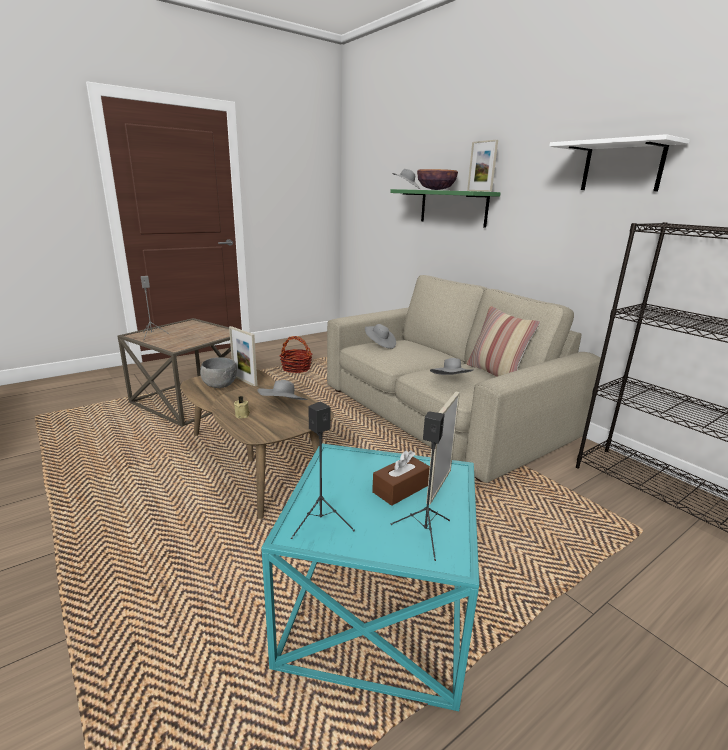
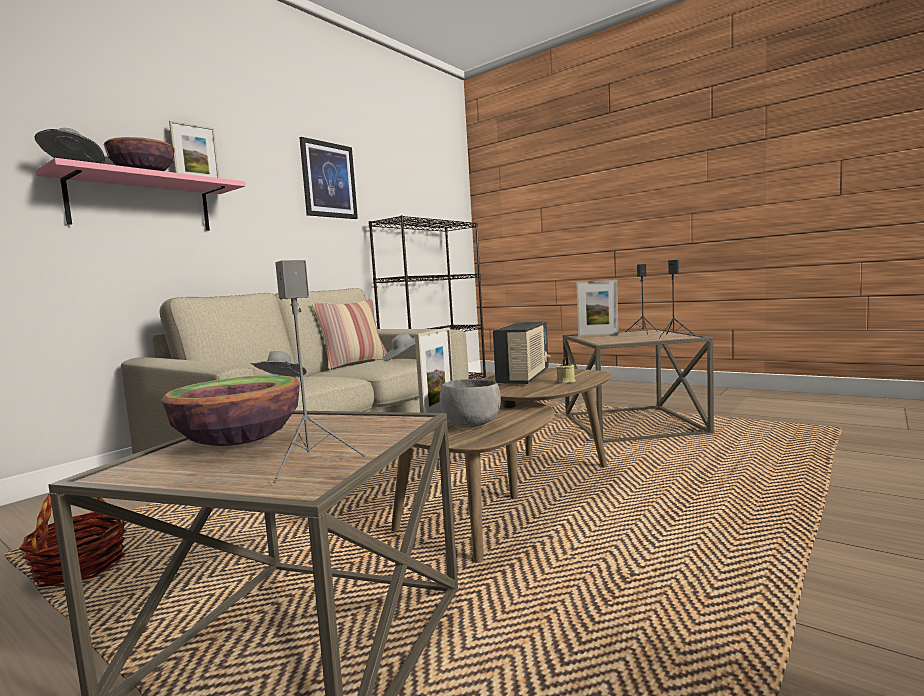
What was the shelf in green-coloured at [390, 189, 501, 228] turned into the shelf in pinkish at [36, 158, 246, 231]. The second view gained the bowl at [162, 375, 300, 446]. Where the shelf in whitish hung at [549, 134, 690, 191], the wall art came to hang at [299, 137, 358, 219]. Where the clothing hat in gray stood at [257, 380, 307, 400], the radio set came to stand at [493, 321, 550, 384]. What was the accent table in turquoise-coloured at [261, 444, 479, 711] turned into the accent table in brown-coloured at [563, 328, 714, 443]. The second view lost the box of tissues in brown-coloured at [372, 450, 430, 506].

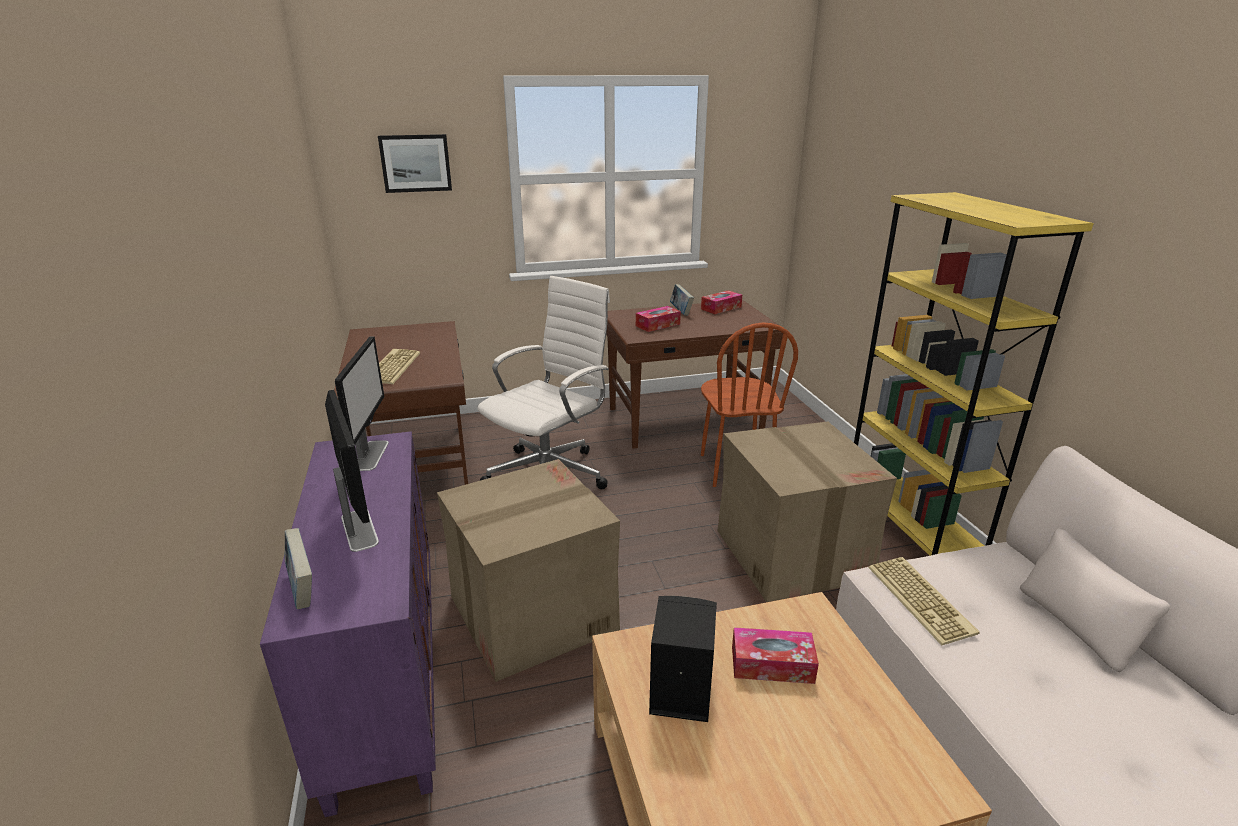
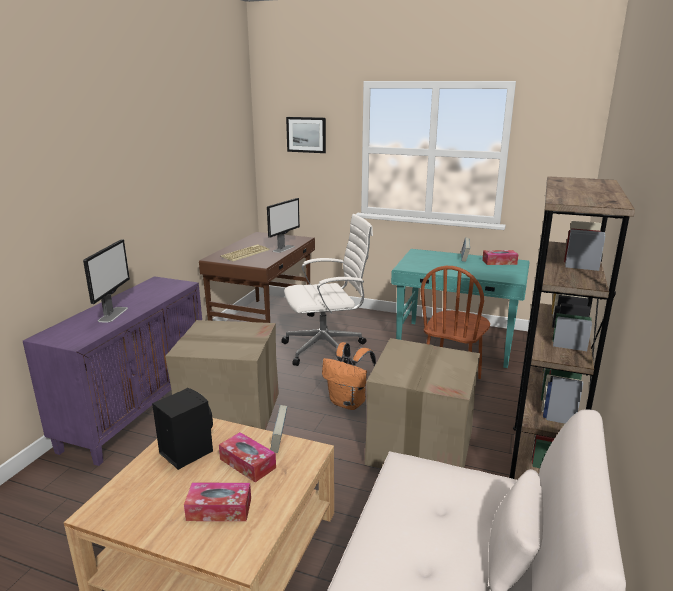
The box of tissues ended up elsewhere, having gone from [636, 306, 681, 332] to [184, 483, 251, 521]. The computer display ended up elsewhere, having gone from [335, 336, 389, 471] to [267, 198, 300, 253]. The volume ended up elsewhere, having gone from [285, 528, 312, 609] to [271, 405, 287, 453]. The second view gained the backpack in orangey at [322, 342, 376, 410]. What was the desk unit in brown-coloured at [606, 300, 783, 449] turned into the desk unit in turquoise-coloured at [391, 249, 530, 368]. What was the shelving unit in yellow at [854, 192, 1094, 556] turned into the shelving unit in brown-coloured at [509, 176, 635, 480]. The second view lost the keyboard at [869, 557, 980, 646].

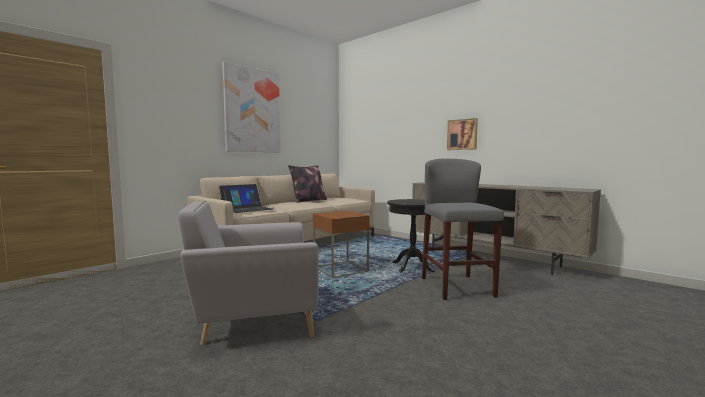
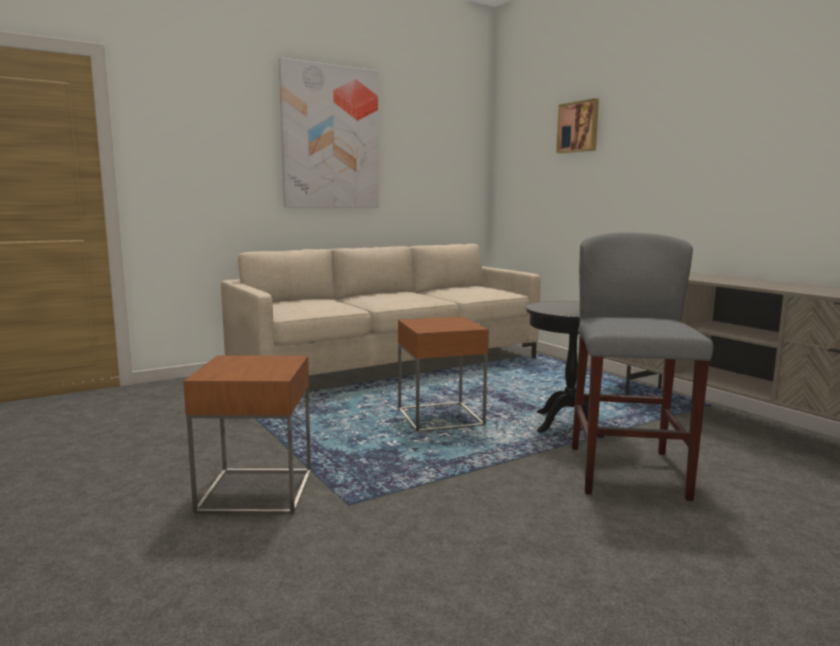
Where the armchair in gray stood at [178, 201, 319, 345], the accent table in brown-coloured came to stand at [183, 355, 311, 514]. The wall art ended up elsewhere, having gone from [447, 118, 478, 150] to [556, 98, 599, 154]. The second view lost the notebook computer at [219, 184, 272, 213]. The second view lost the pillow at [288, 165, 327, 203].

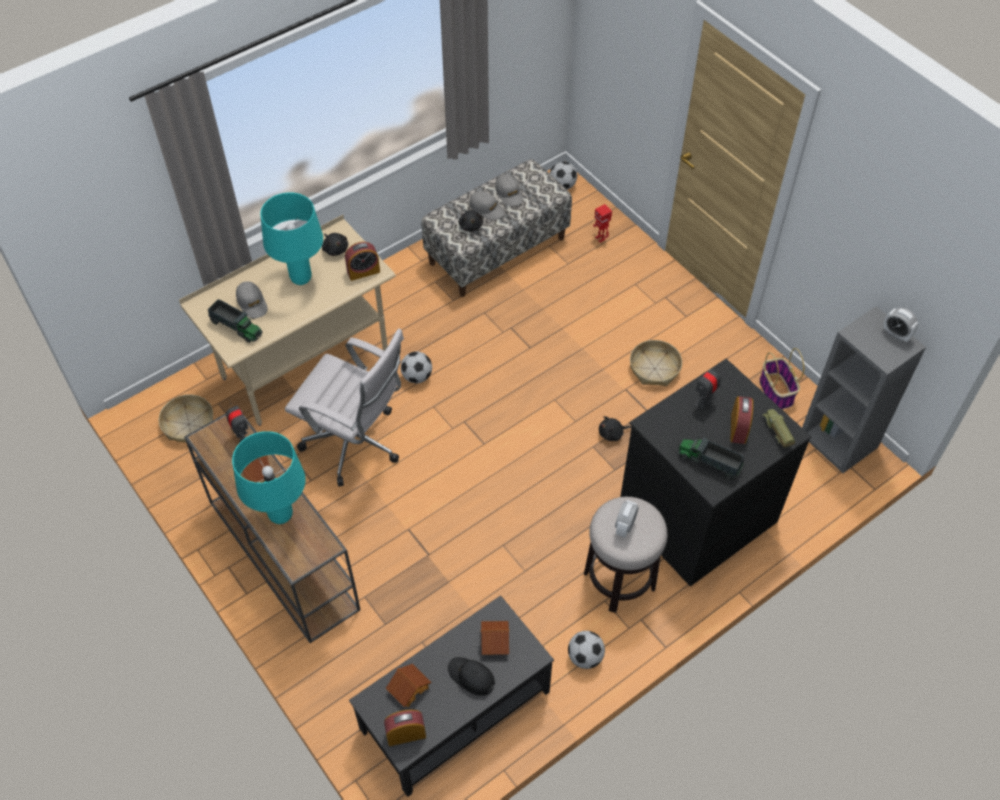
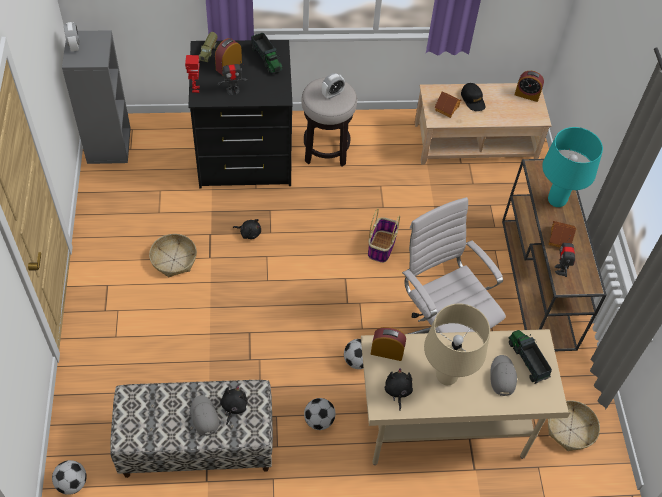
The model robot ended up elsewhere, having gone from [593, 204, 612, 243] to [185, 55, 200, 93]. The football ball ended up elsewhere, having gone from [568, 631, 605, 669] to [304, 398, 335, 430]. The household basket ended up elsewhere, having gone from [759, 348, 804, 410] to [368, 208, 400, 263]. What was the low table in blackish at [349, 595, 554, 797] turned into the low table in sand-coloured at [415, 83, 552, 165]. What was the table lamp in turquoise-coloured at [260, 192, 323, 285] turned into the table lamp in sand-coloured at [424, 304, 490, 385]. The second view lost the toy house at [386, 664, 431, 707]. The second view lost the cap in gray at [495, 174, 523, 206].

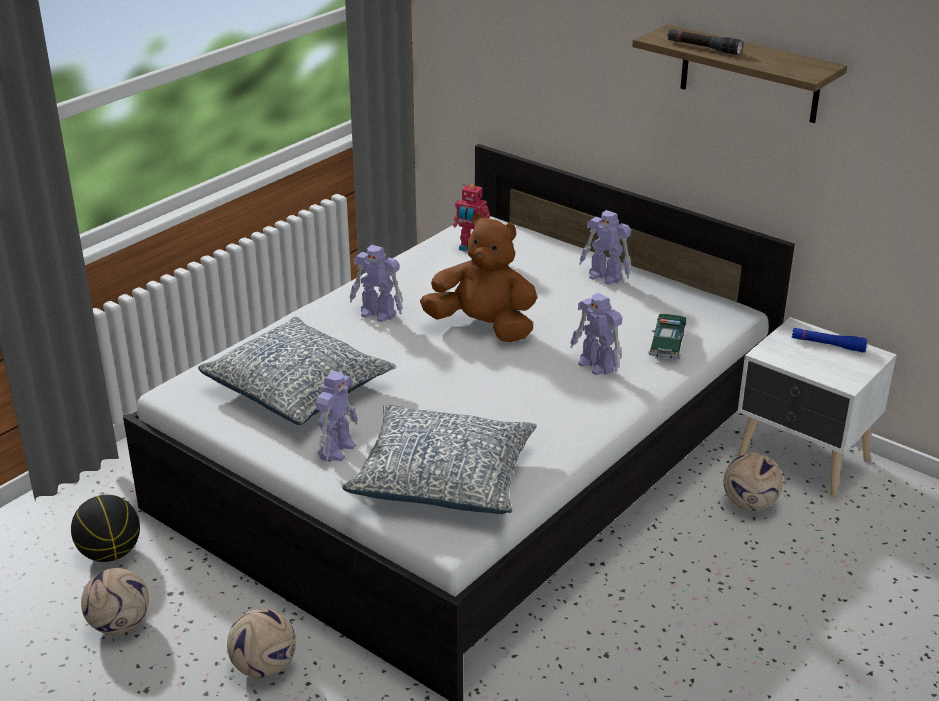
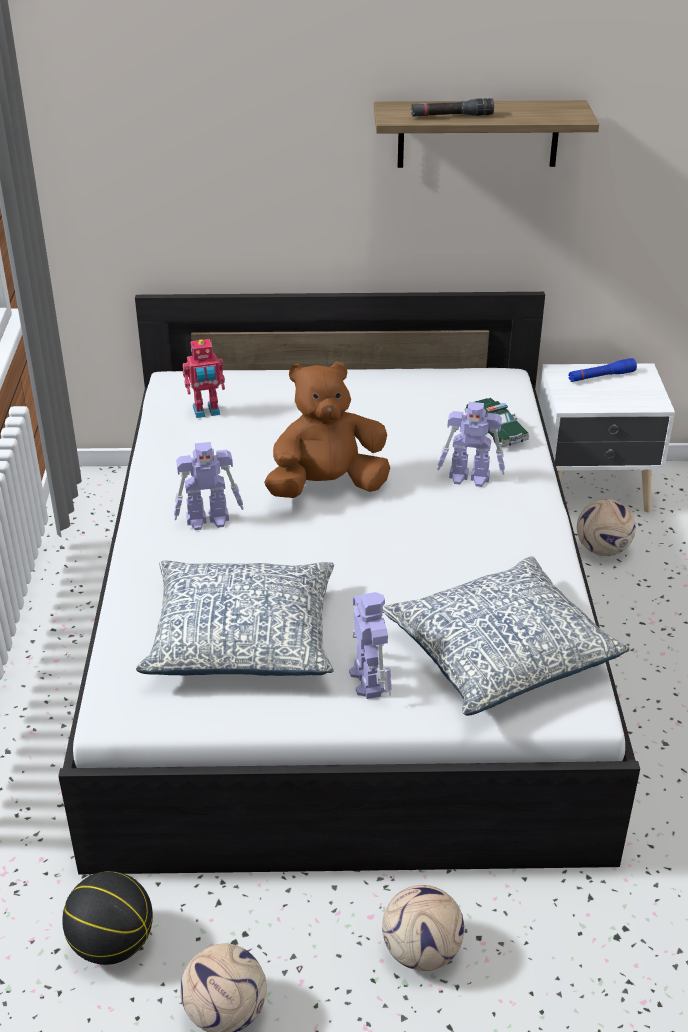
The second view lost the model robot at [579, 210, 631, 285].

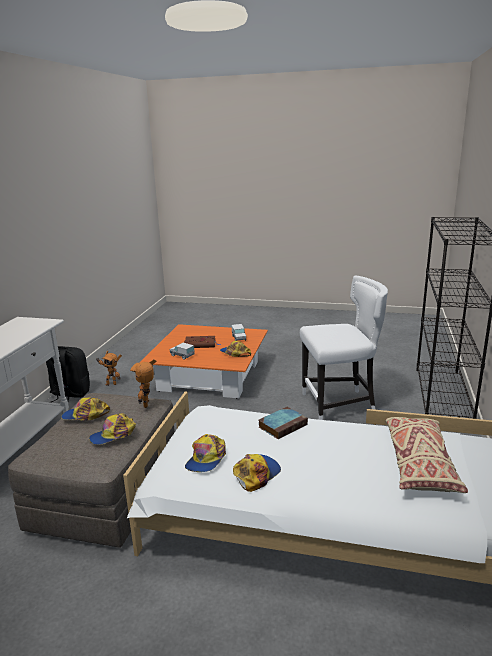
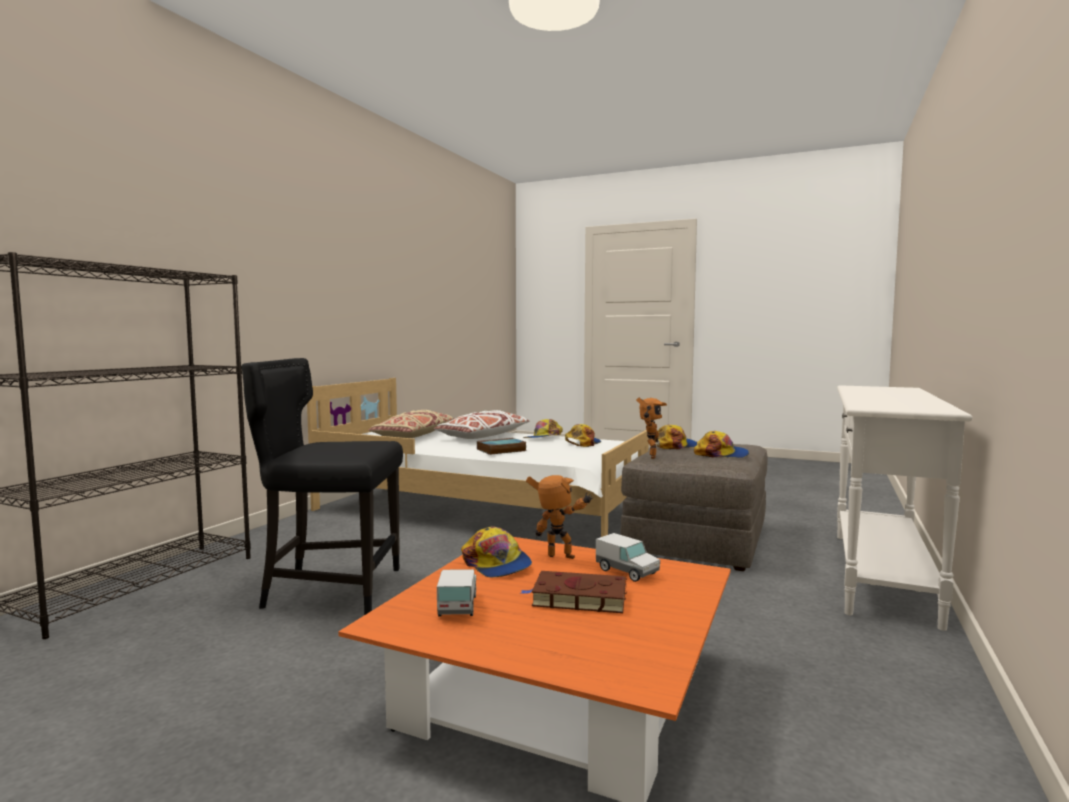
What was the upright chair in whitish at [300, 275, 388, 420] turned into the upright chair in blackish at [242, 358, 403, 615]. The second view gained the pillow in whitish at [434, 410, 530, 439]. The model robot ended up elsewhere, having gone from [97, 350, 122, 386] to [526, 475, 593, 559]. The second view lost the backpack in blackish at [46, 346, 90, 403].

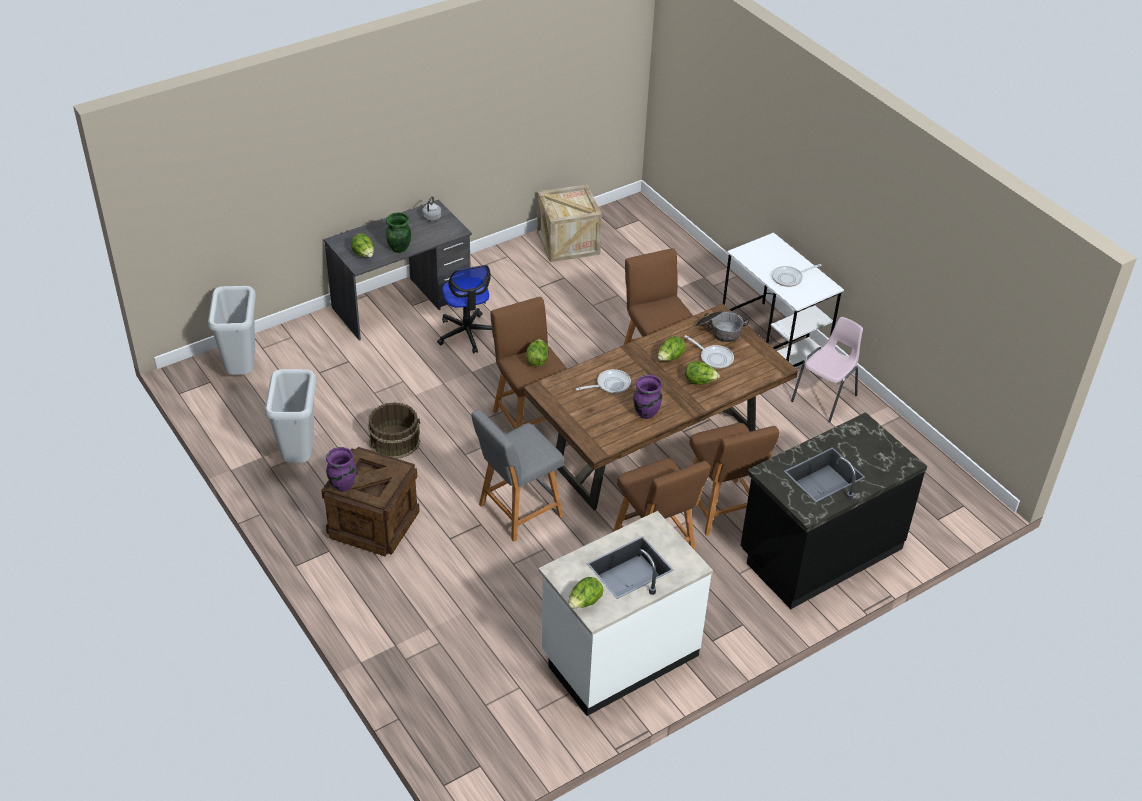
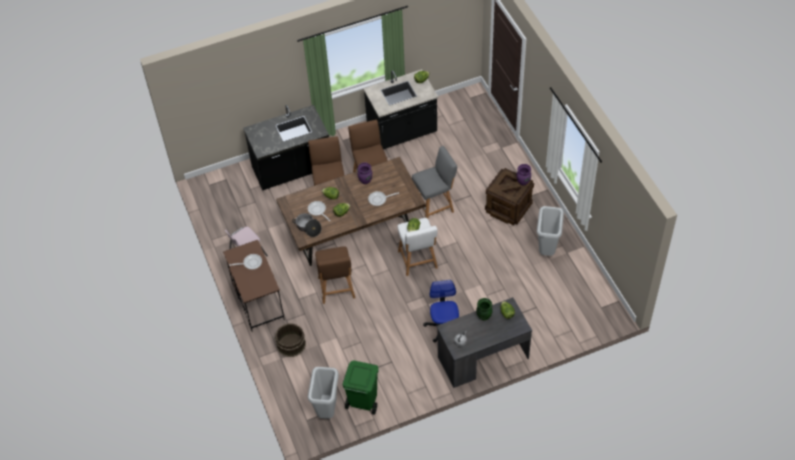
What was the desk unit in whitish at [723, 232, 844, 368] turned into the desk unit in brown-coloured at [223, 240, 285, 332]. The water bucket in brown-coloured ended up elsewhere, having gone from [368, 402, 420, 459] to [274, 323, 306, 357]. The waste bin in gray ended up elsewhere, having gone from [208, 286, 256, 375] to [308, 367, 339, 419]. Where the packing crate stood at [537, 185, 602, 262], the waste bin in green-coloured came to stand at [343, 360, 379, 415]. What was the kitchen base unit in whitish at [538, 511, 713, 716] turned into the kitchen base unit in blackish at [363, 69, 438, 149]. What was the stool seat in brown-coloured at [490, 297, 567, 429] turned into the stool seat in whitish at [397, 218, 438, 276].

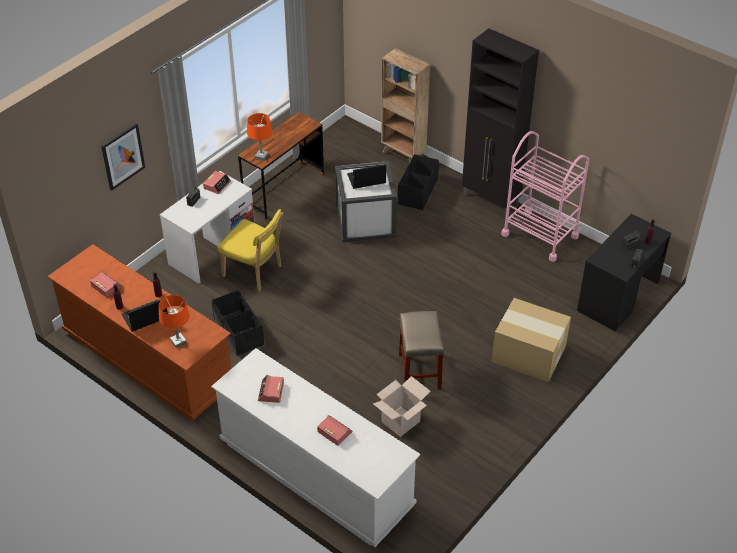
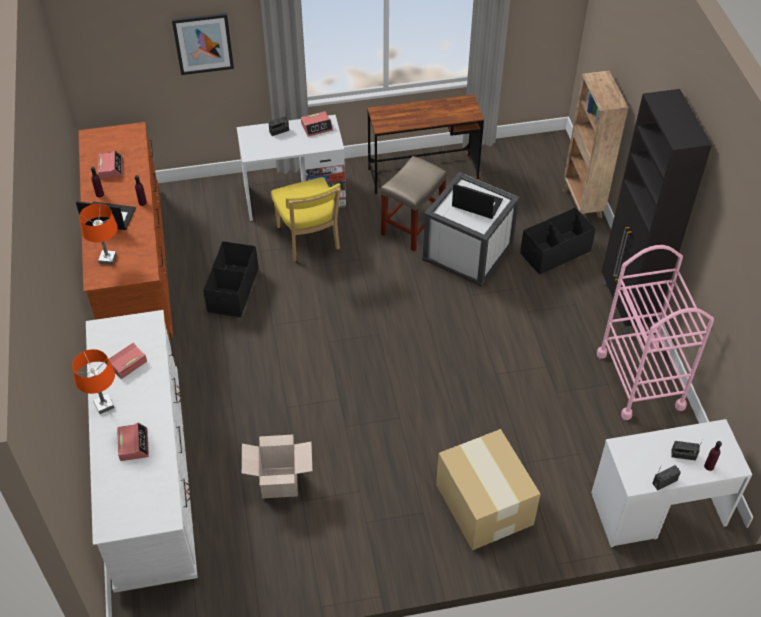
The table lamp in orangey ended up elsewhere, having gone from [247, 113, 273, 161] to [72, 349, 115, 414]. The stool seat in sand-coloured ended up elsewhere, having gone from [399, 311, 444, 389] to [381, 156, 447, 251]. What was the desk unit in blackish at [577, 214, 671, 332] turned into the desk unit in whitish at [591, 419, 752, 547].

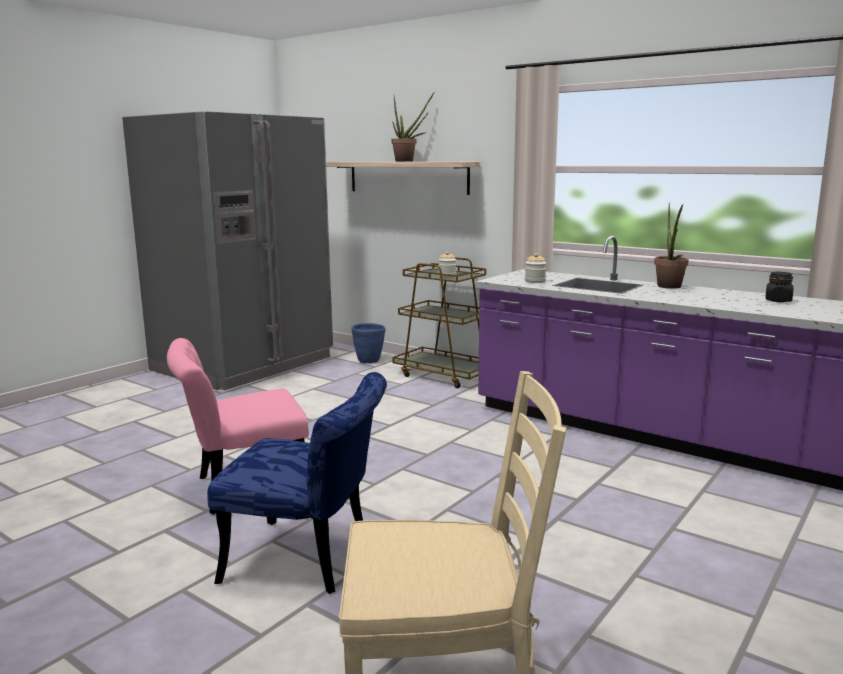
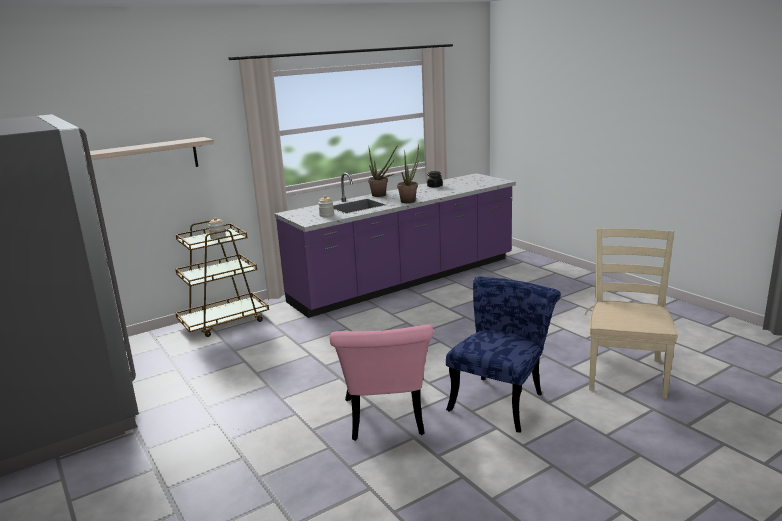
The potted plant ended up elsewhere, having gone from [391, 93, 434, 162] to [397, 144, 419, 203]. The second view lost the planter in blue-coloured at [351, 323, 385, 364].

